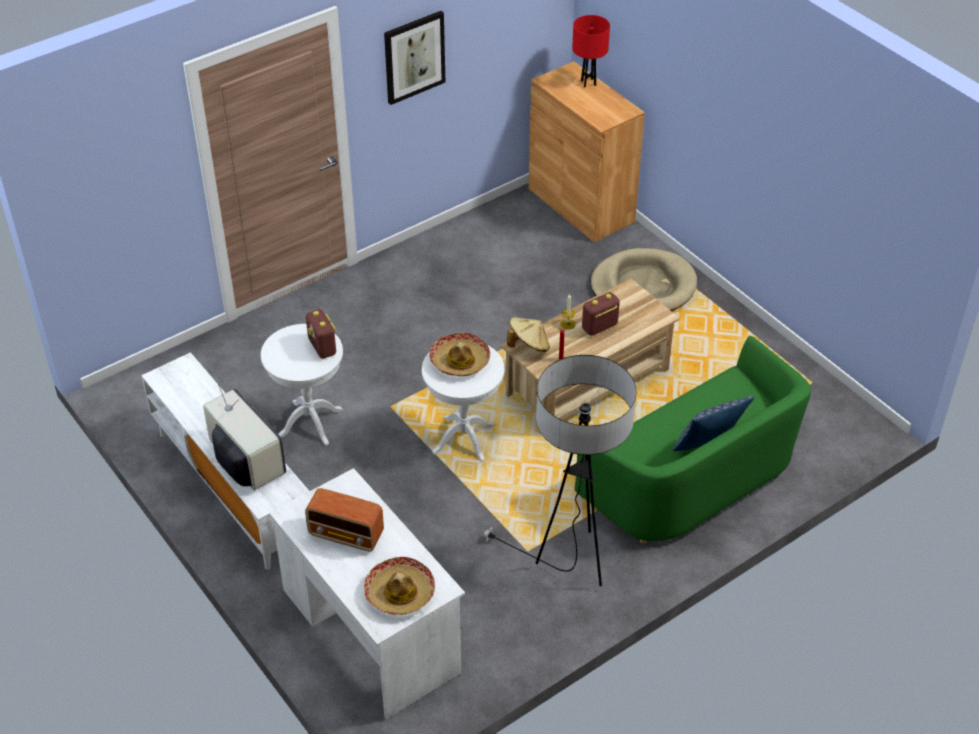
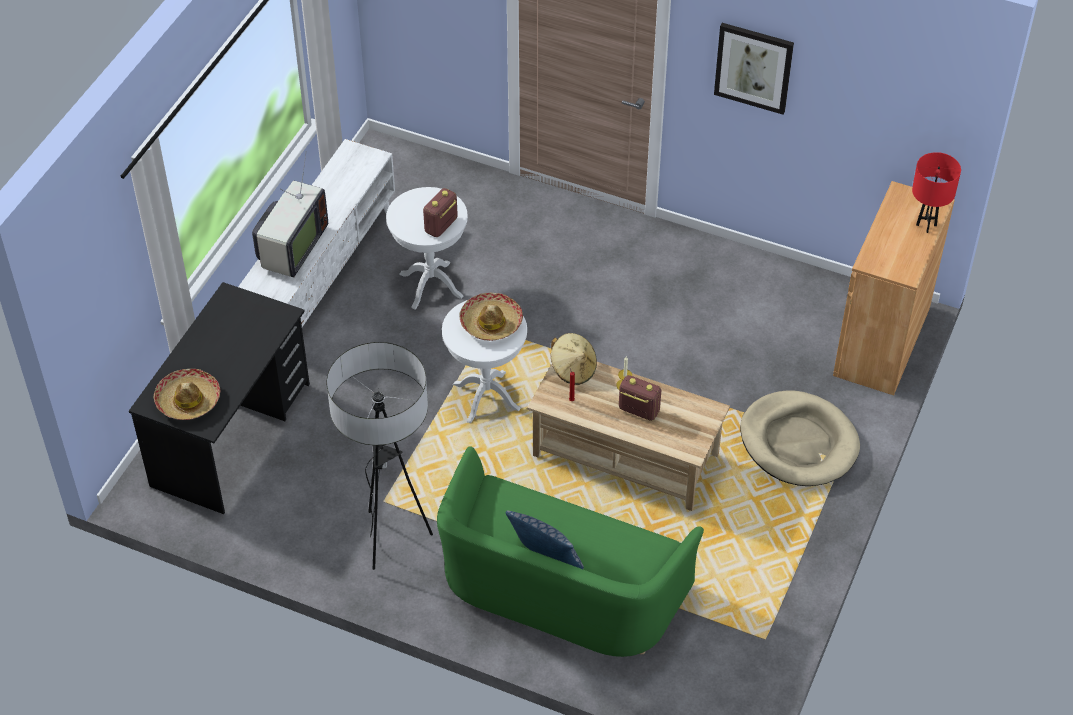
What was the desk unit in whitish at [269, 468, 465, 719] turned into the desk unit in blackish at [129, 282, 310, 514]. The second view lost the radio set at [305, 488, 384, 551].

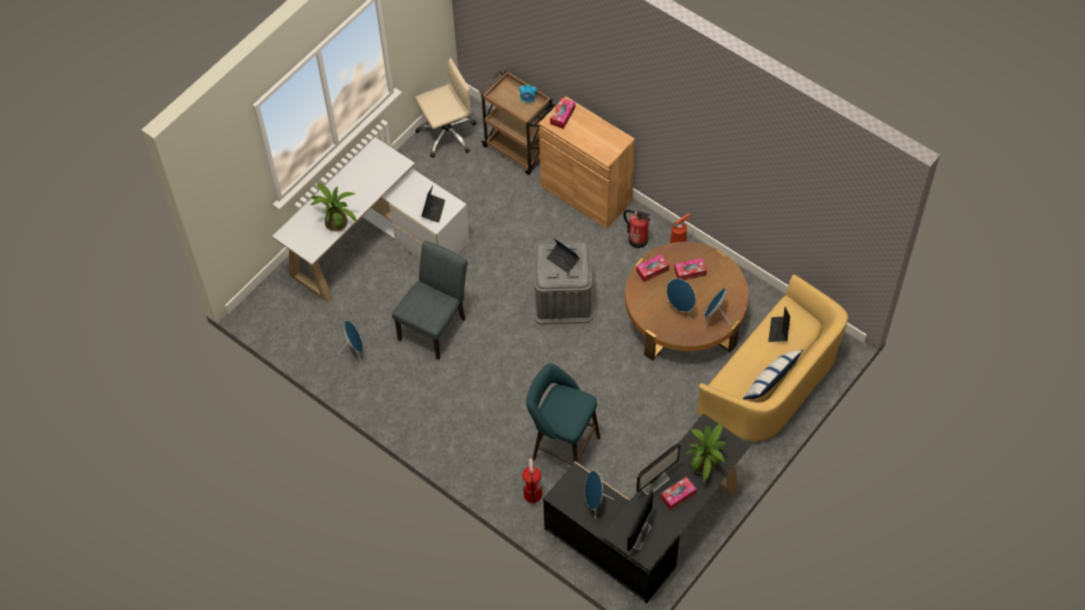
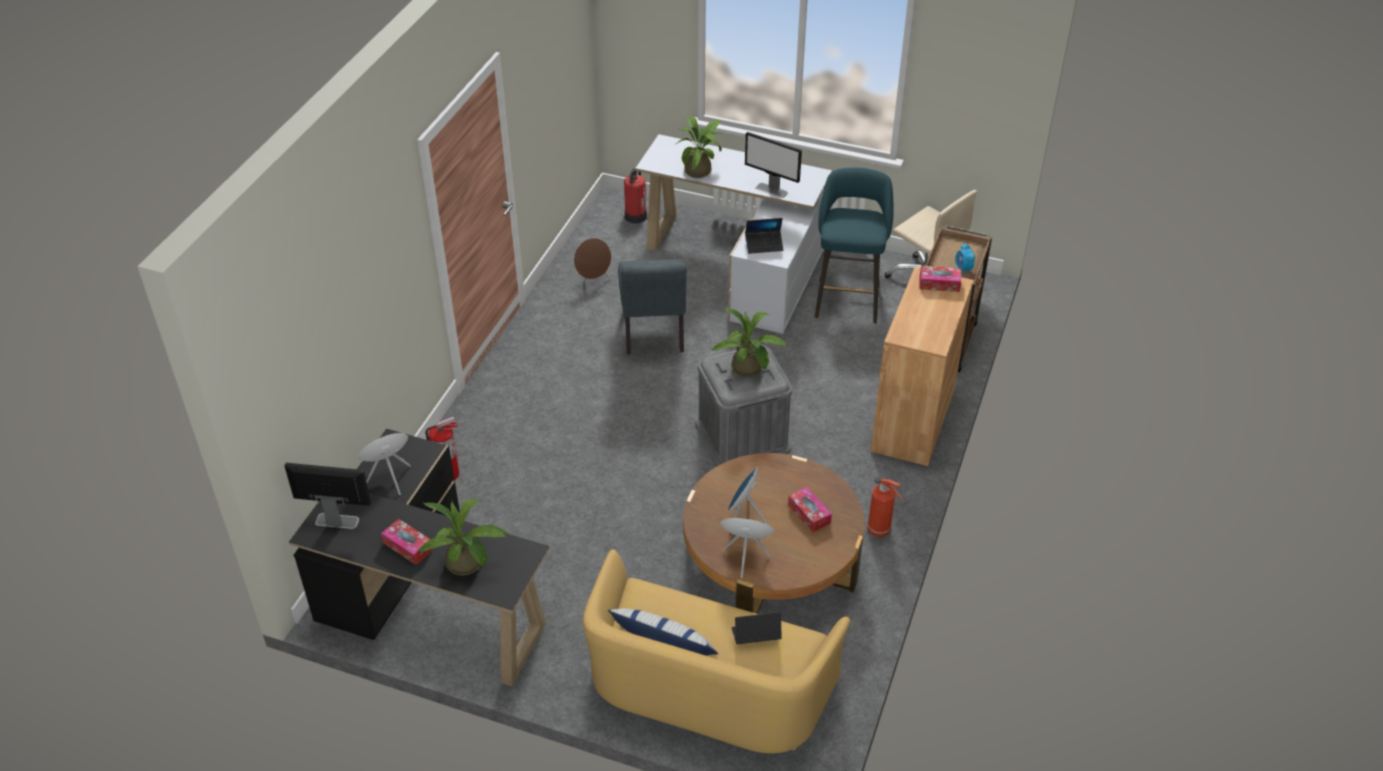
What was the loudspeaker in blue-coloured at [337, 320, 363, 363] turned into the loudspeaker in brown-coloured at [574, 238, 611, 292]. The upright chair in gray at [392, 240, 468, 360] ended up facing another way, 75 degrees clockwise from before. The fire extinguisher ended up elsewhere, having gone from [623, 210, 651, 248] to [624, 168, 647, 223]. Where the notebook computer stood at [547, 238, 580, 273], the potted plant came to stand at [711, 307, 789, 377]. The computer display ended up elsewhere, having gone from [636, 443, 680, 495] to [745, 132, 802, 198]. The stool seat in turquoise-coloured ended up elsewhere, having gone from [526, 364, 600, 465] to [815, 167, 894, 324]. The second view lost the box of tissues at [636, 254, 669, 282].

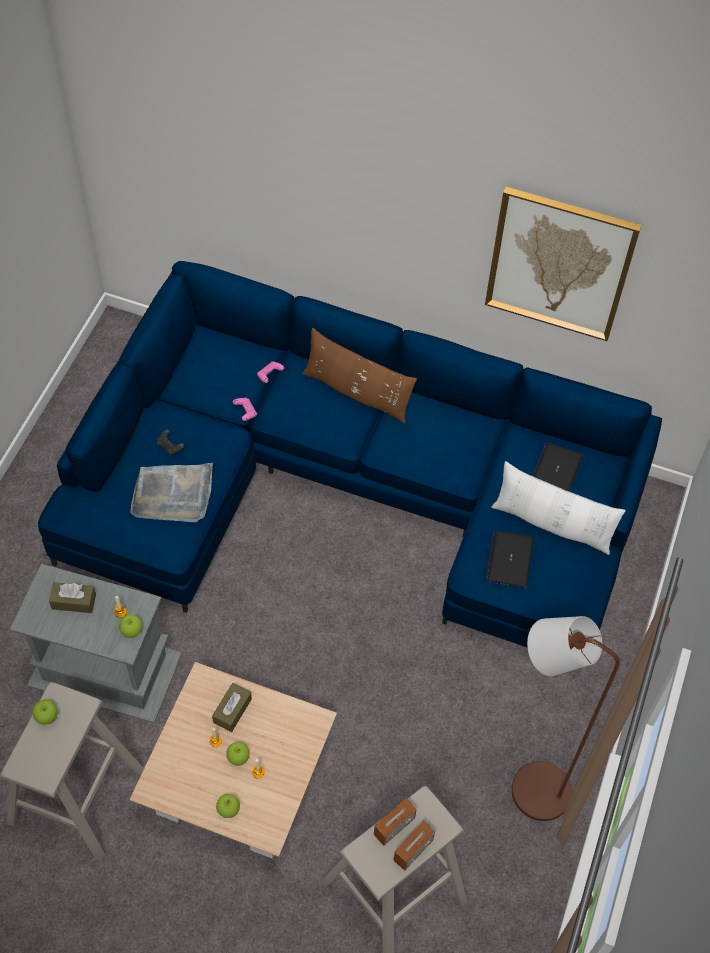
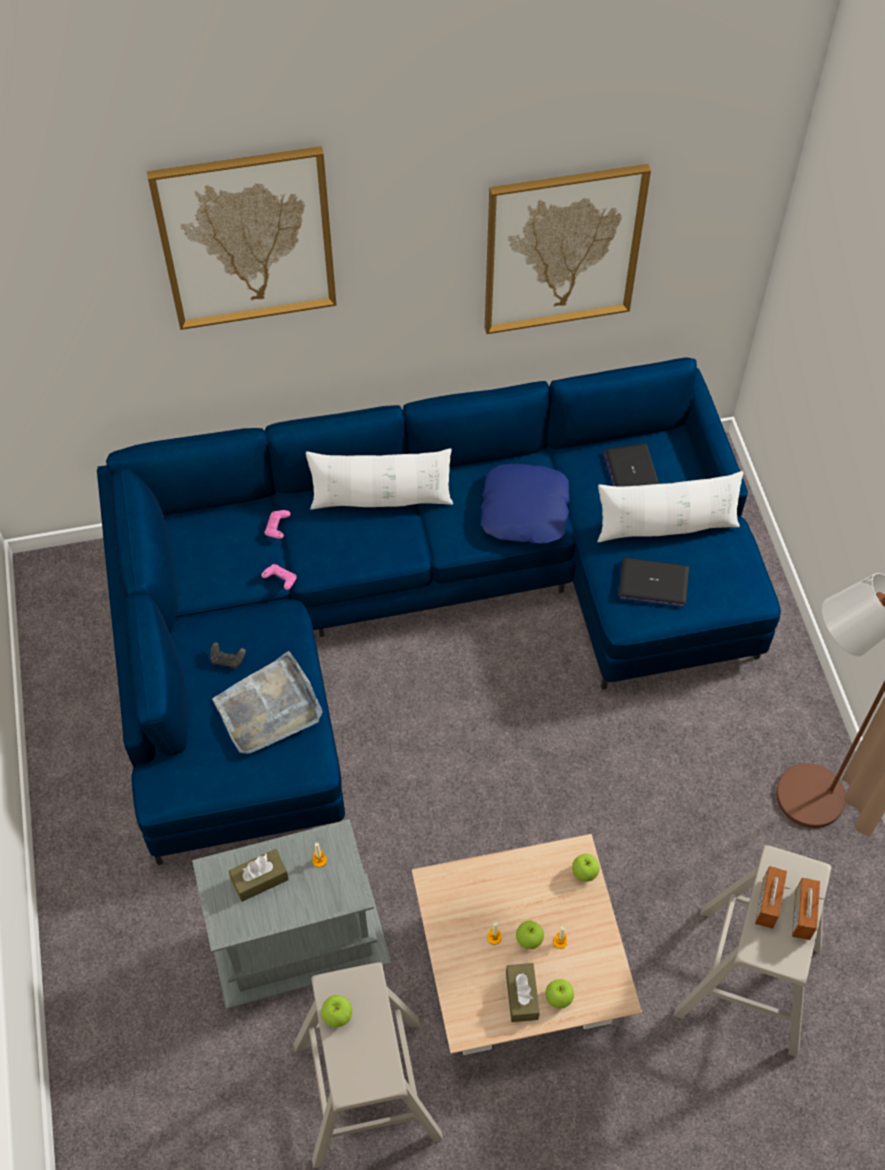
The second view gained the wall art at [147, 146, 337, 330]. What was the pillow in brown-coloured at [302, 328, 417, 423] turned into the pillow in whitish at [306, 448, 453, 510]. The second view gained the pillow in blue-coloured at [481, 464, 570, 544]. The box of tissues in brown-coloured ended up elsewhere, having gone from [212, 683, 252, 732] to [506, 963, 540, 1022]. The apple fruit ended up elsewhere, having gone from [119, 615, 142, 638] to [572, 854, 600, 882]. The notebook computer at [485, 531, 534, 588] ended up facing another way, 60 degrees counterclockwise from before.

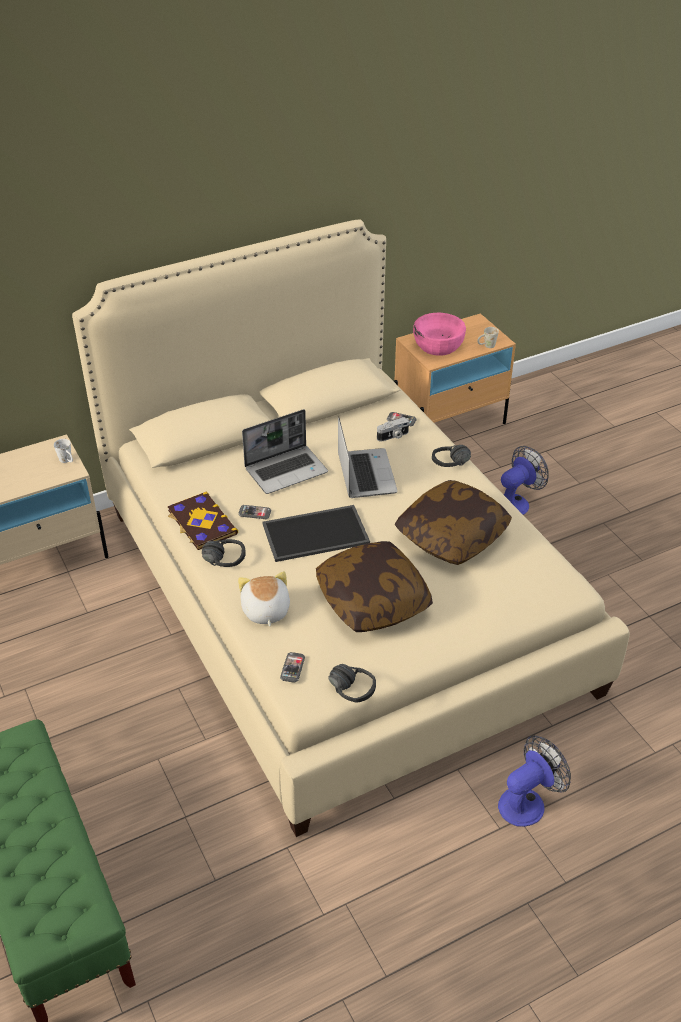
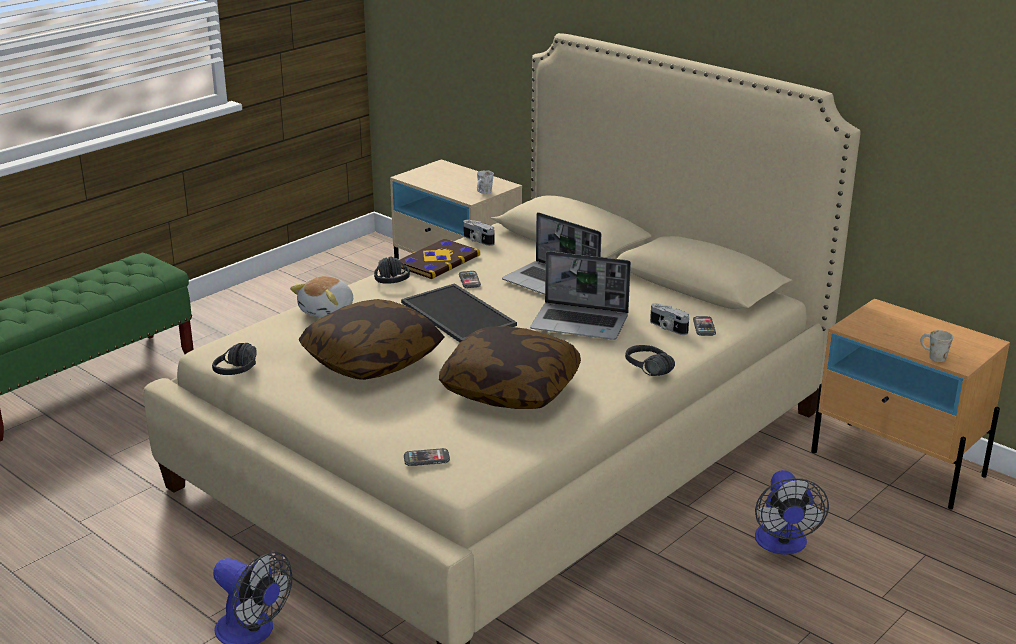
The cuddly toy at [238, 571, 290, 627] ended up facing another way, 150 degrees clockwise from before. The phone ended up elsewhere, having gone from [280, 652, 305, 683] to [404, 448, 450, 466]. The second view gained the still camera at [463, 220, 494, 246]. The notebook computer at [338, 417, 398, 498] ended up facing another way, 45 degrees clockwise from before. The electric fan at [501, 446, 549, 515] ended up facing another way, 60 degrees clockwise from before. The second view lost the bowl in pinkish at [413, 313, 466, 356].

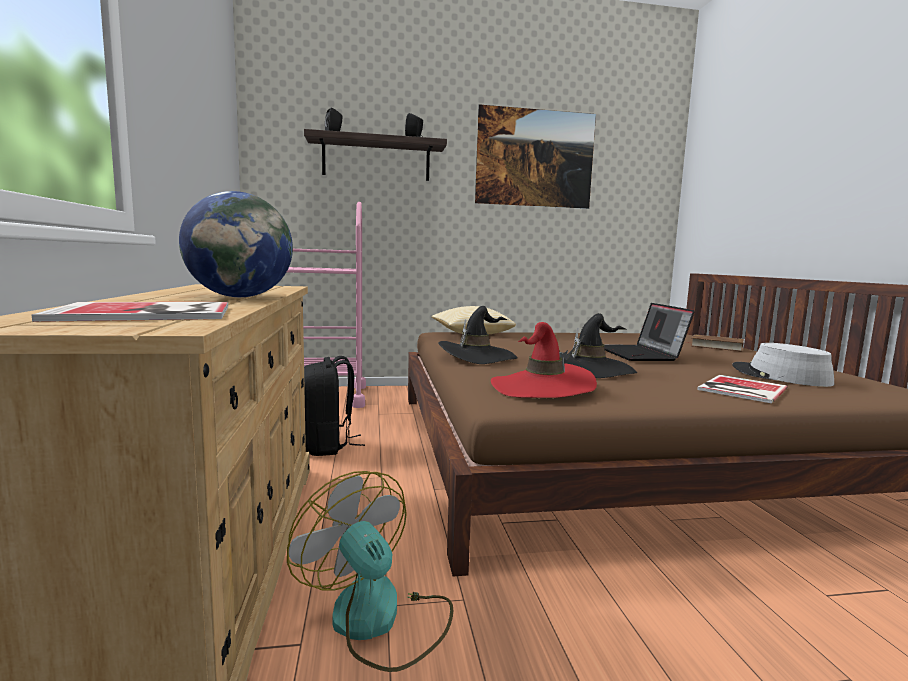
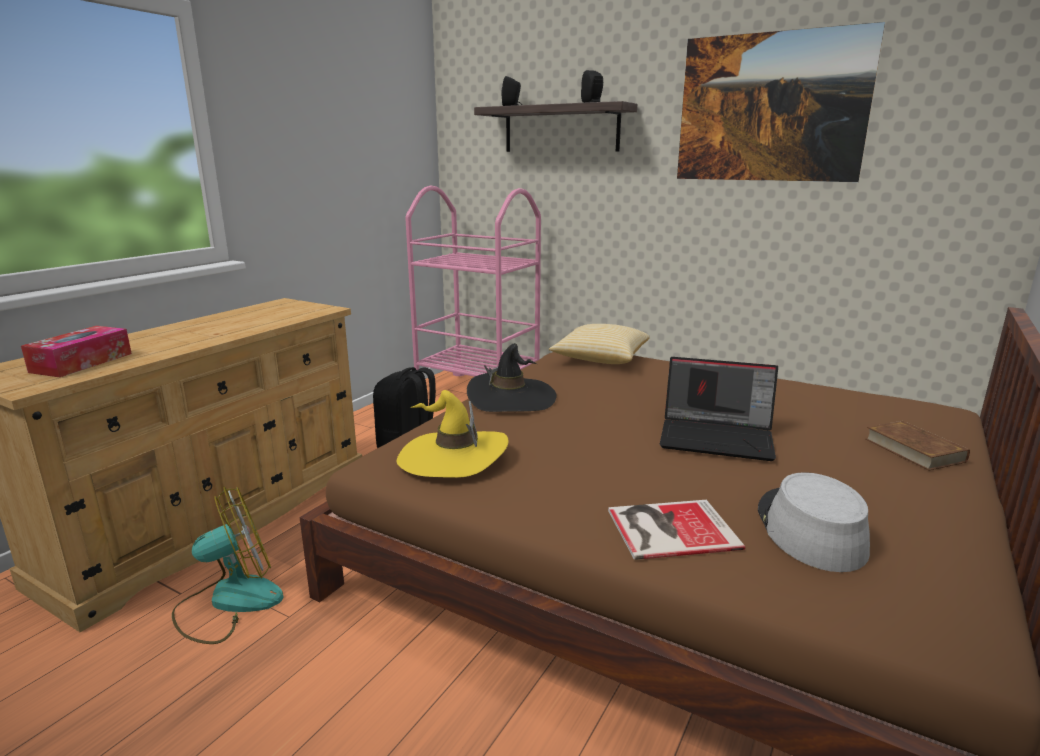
Where the volume stood at [32, 302, 228, 322], the box of tissues came to stand at [21, 326, 132, 377]. The electric fan at [287, 471, 453, 672] ended up facing another way, 60 degrees clockwise from before. What was the clothing hat in reddish at [491, 322, 597, 398] turned into the clothing hat in yellow at [397, 390, 508, 477]. The notebook computer at [604, 303, 695, 361] ended up facing another way, 105 degrees counterclockwise from before. The second view lost the globe at [179, 191, 293, 297]. The second view lost the clothing hat in blackish at [559, 313, 637, 378].

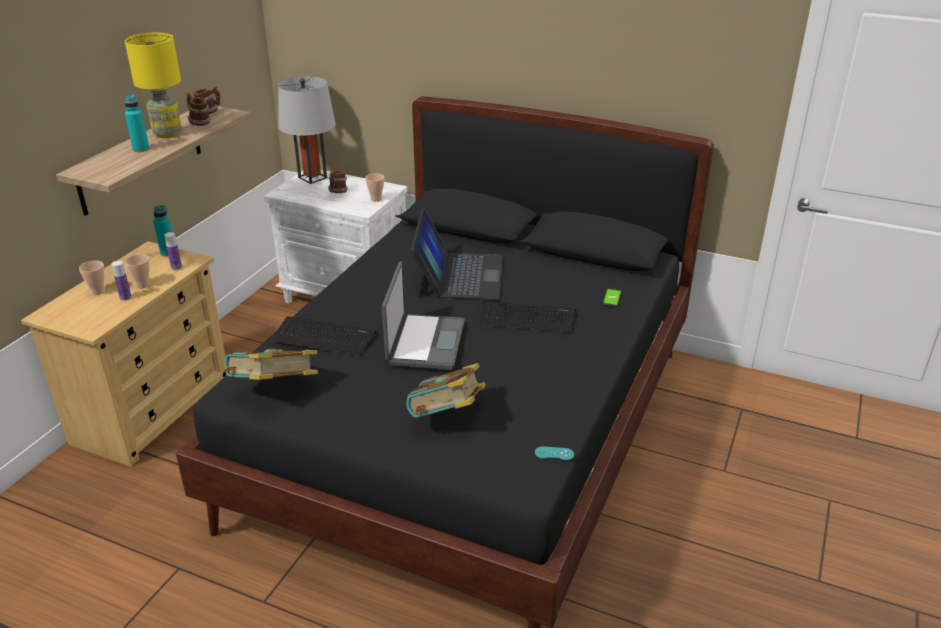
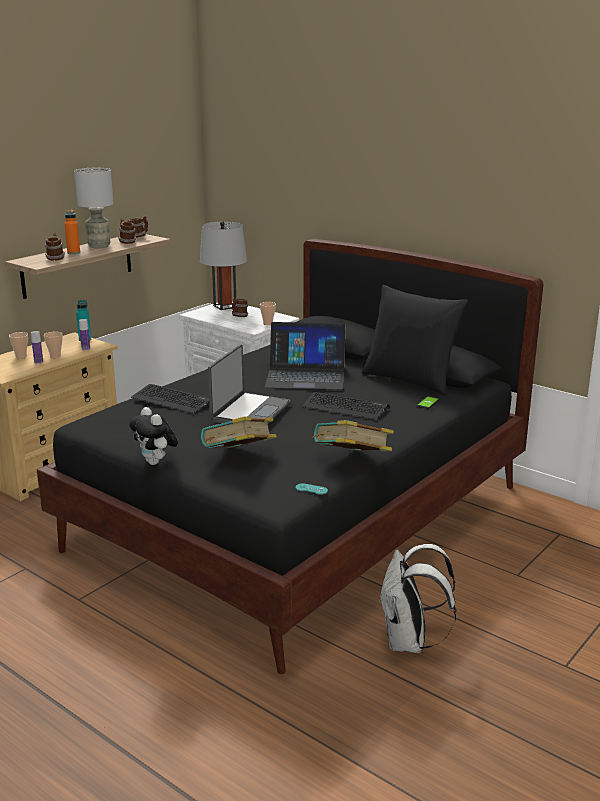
The second view gained the tea mug at [45, 232, 65, 261]. What was the drink bottle in turquoise-coloured at [125, 95, 149, 152] turned into the drink bottle in orangey at [64, 210, 80, 254]. What was the table lamp in yellow at [125, 33, 182, 138] turned into the table lamp in gray at [74, 168, 114, 248]. The second view gained the cuddly toy at [129, 407, 178, 465]. The notebook computer at [411, 209, 503, 300] ended up facing another way, 75 degrees clockwise from before. The volume ended up elsewhere, having gone from [223, 349, 318, 380] to [312, 420, 394, 452]. The second view gained the pillow in blackish at [362, 285, 468, 395]. The second view gained the backpack in whitish at [379, 544, 457, 653].

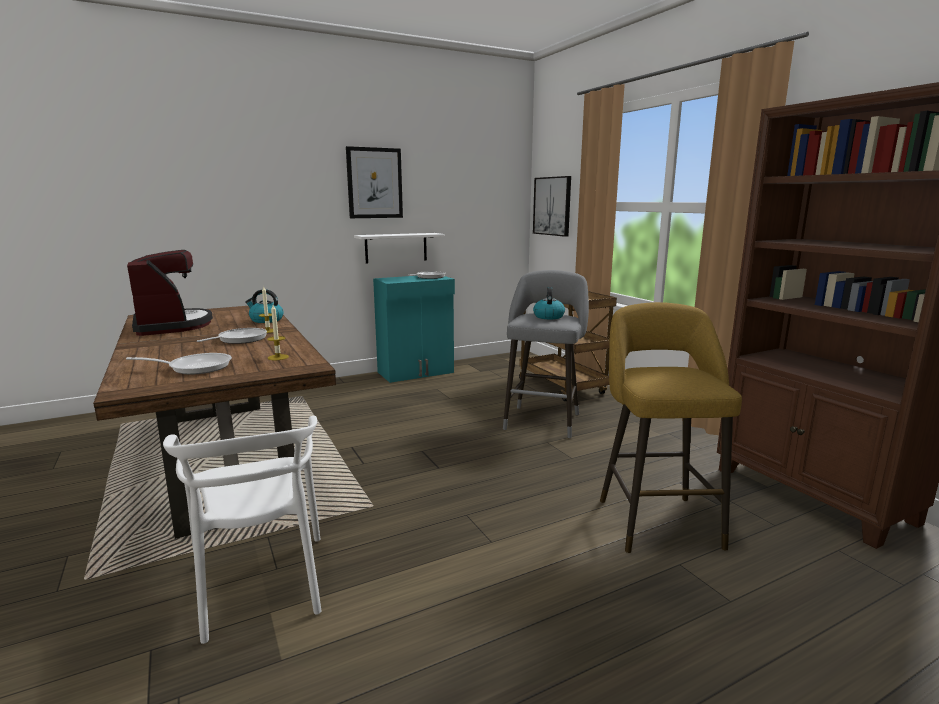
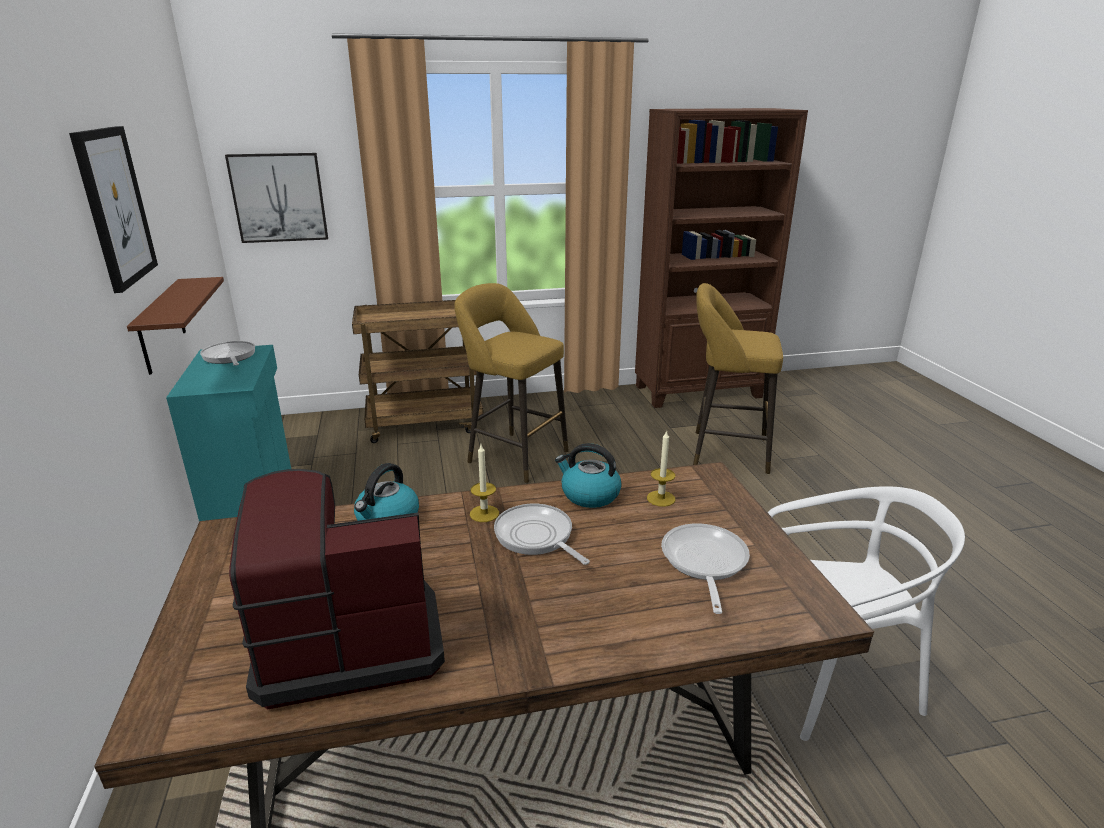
What was the shelf in whitish at [354, 233, 445, 264] turned into the shelf in brown-coloured at [127, 277, 224, 375]. What was the stool seat in gray at [503, 270, 589, 438] turned into the stool seat in yellow at [454, 283, 569, 483]. The tea kettle ended up elsewhere, having gone from [533, 287, 565, 319] to [555, 443, 622, 508].

